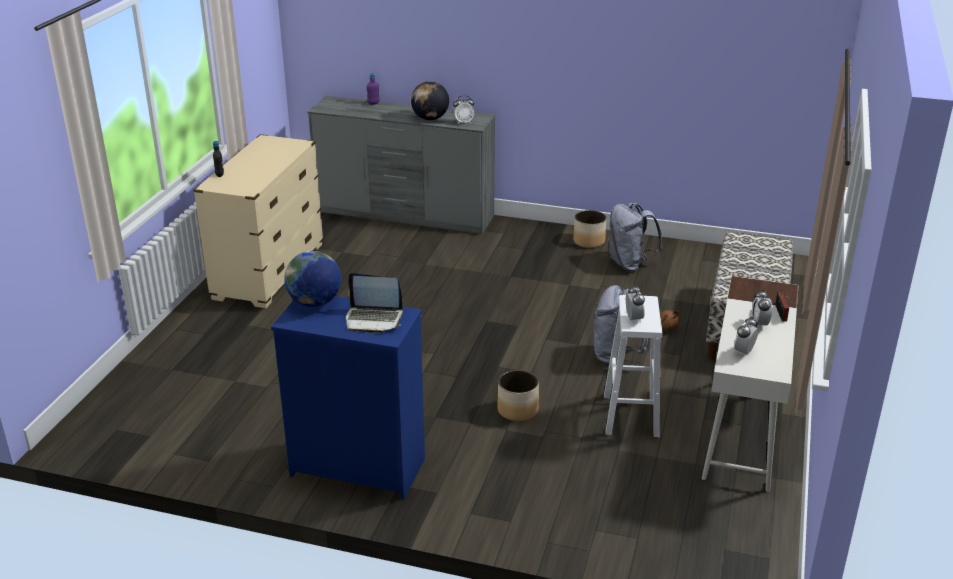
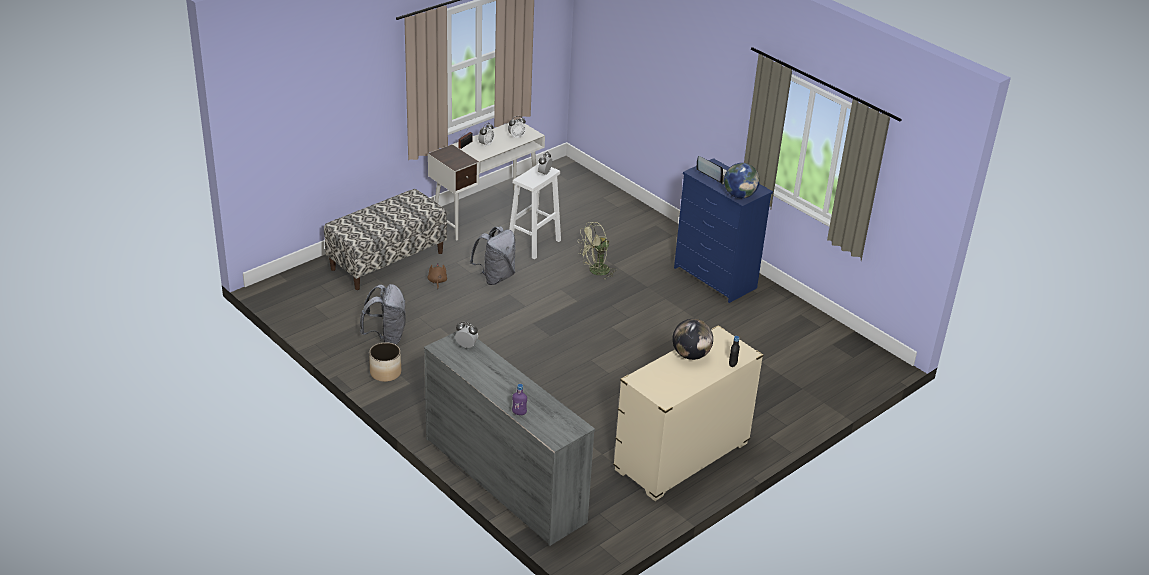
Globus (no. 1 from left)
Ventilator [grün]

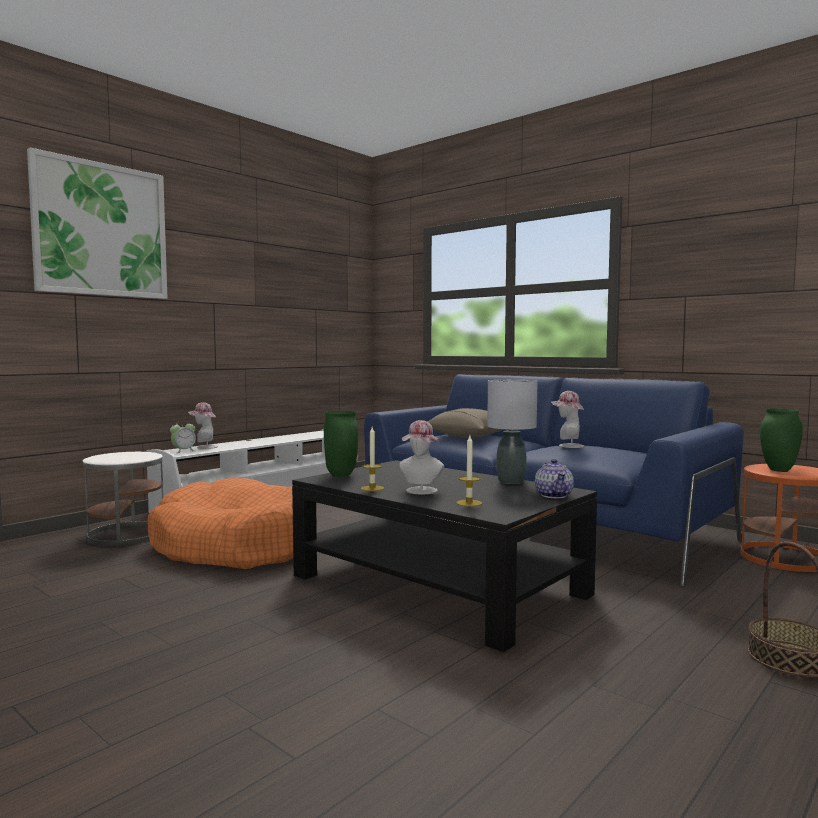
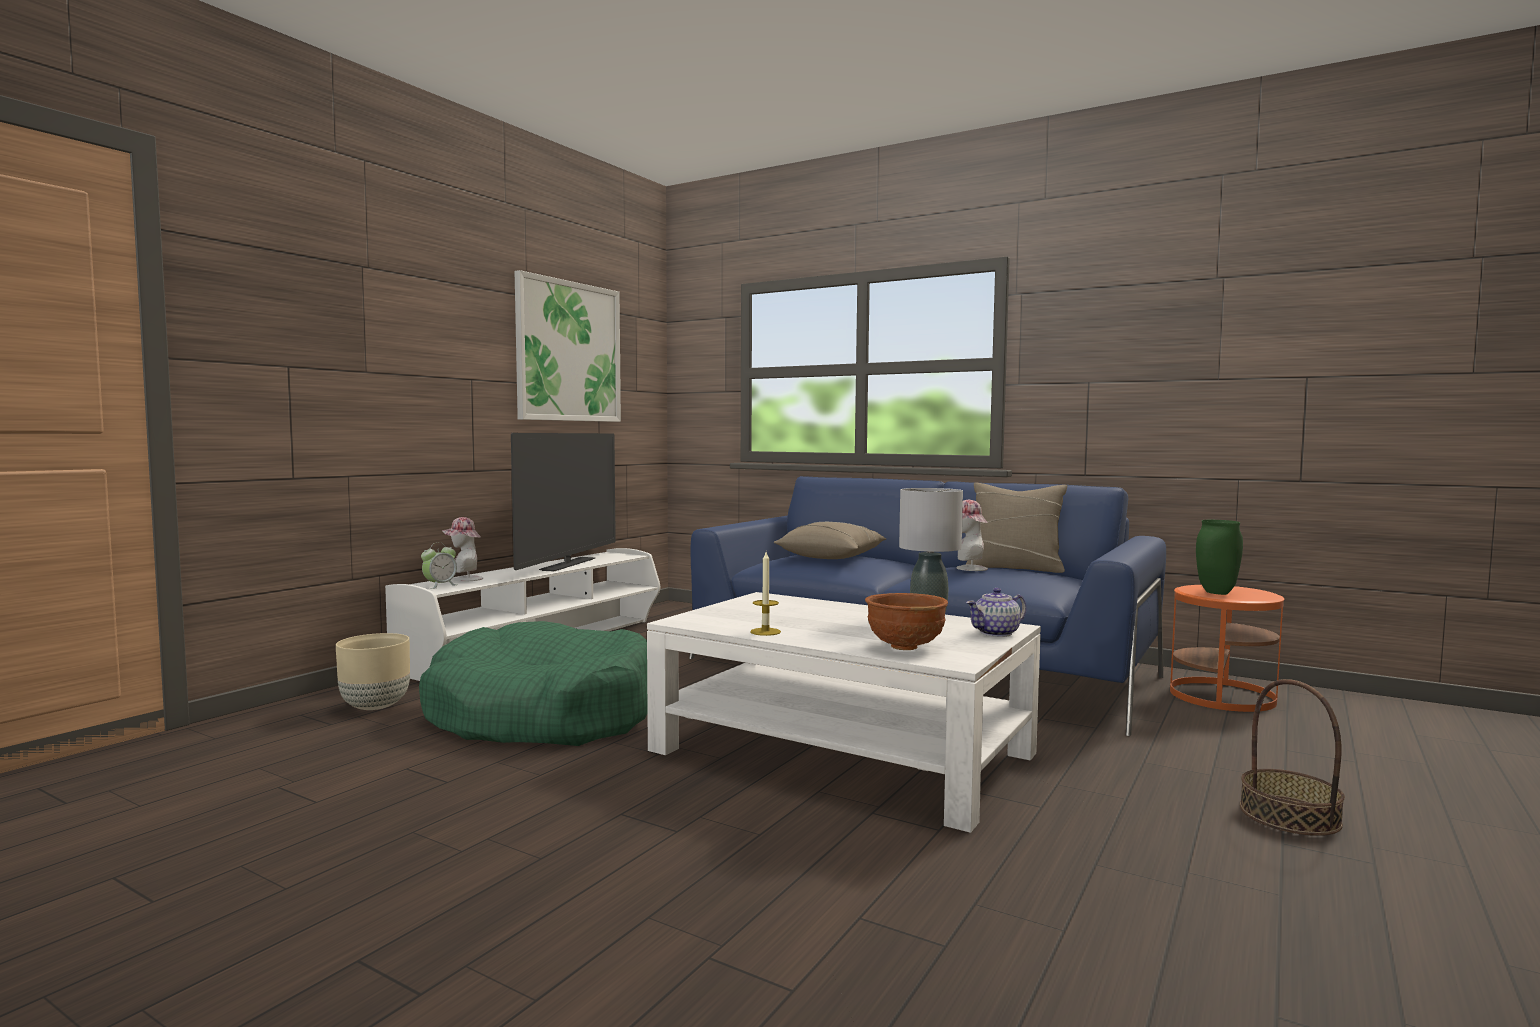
Bild
Vase [grün] (no. 1 from left in the first image)
Hut (no. 2 from left in the first image)
Schüssel [braun]
Pflanzkübel [beige]
Teekanne
Couchtisch [weiß]
Hundebett [grün]
Fernseher
Kissen [beige] (no. 2 from left)

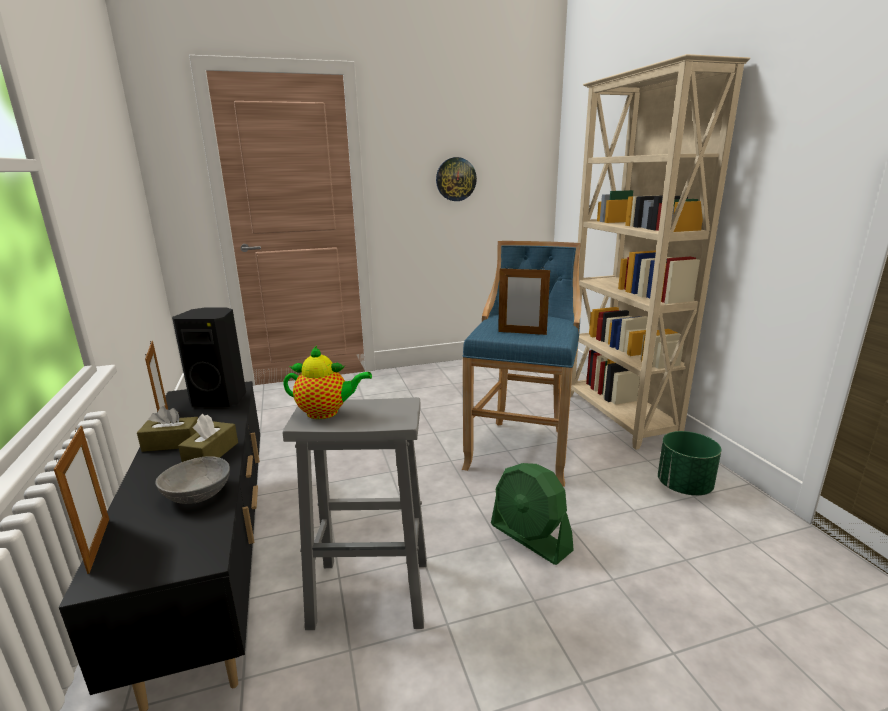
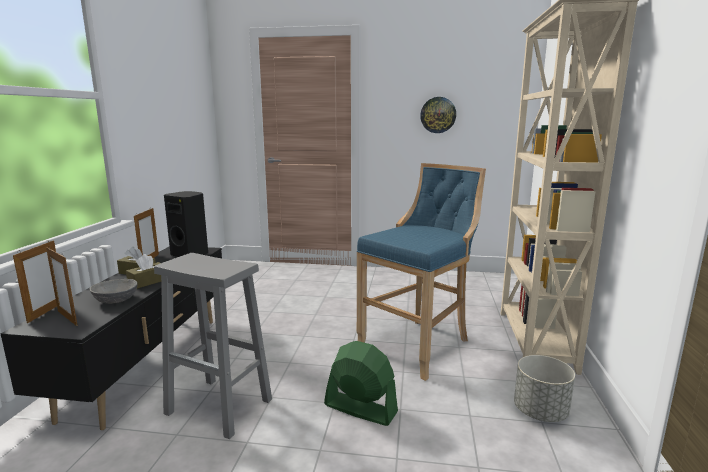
Bilderrahmen (no. 2 from left)
Teekanne
Pflanzkübel [grau]
Ventilator [grün]

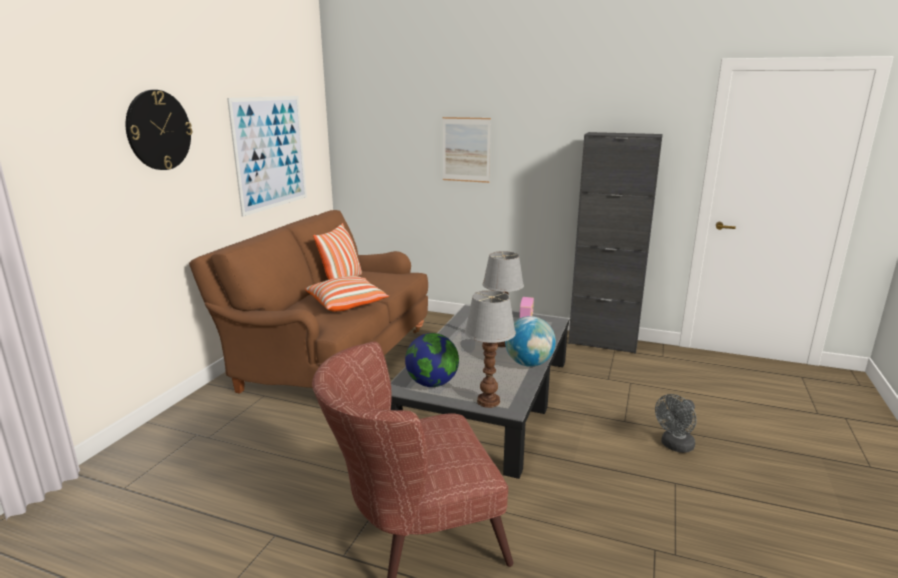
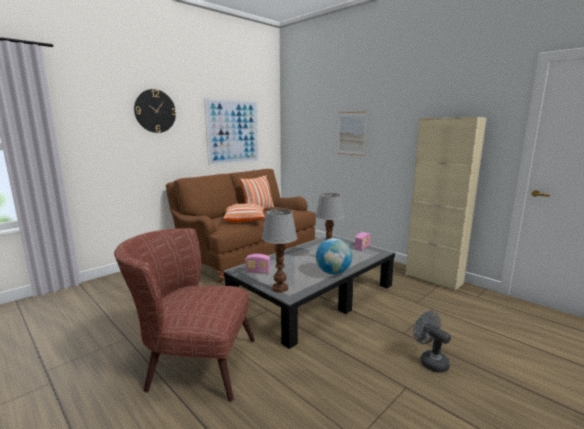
Schrank [beige]
Radio (no. 1 from left)
Ventilator [grau]

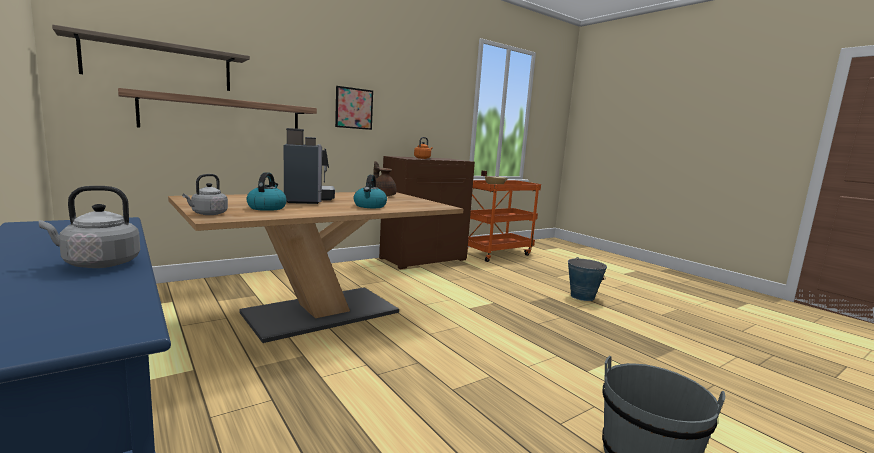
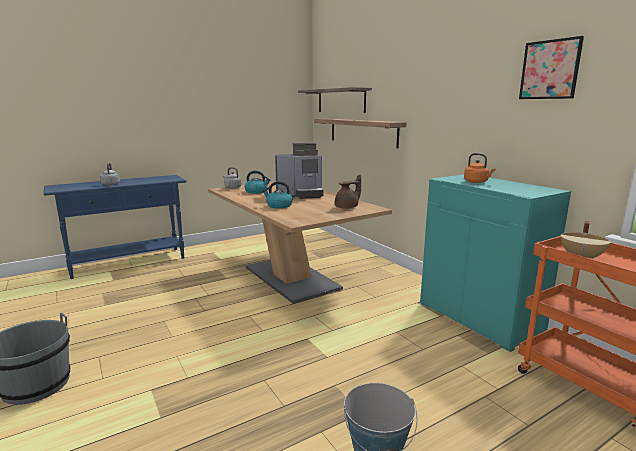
Bild
Schrank [türkis]

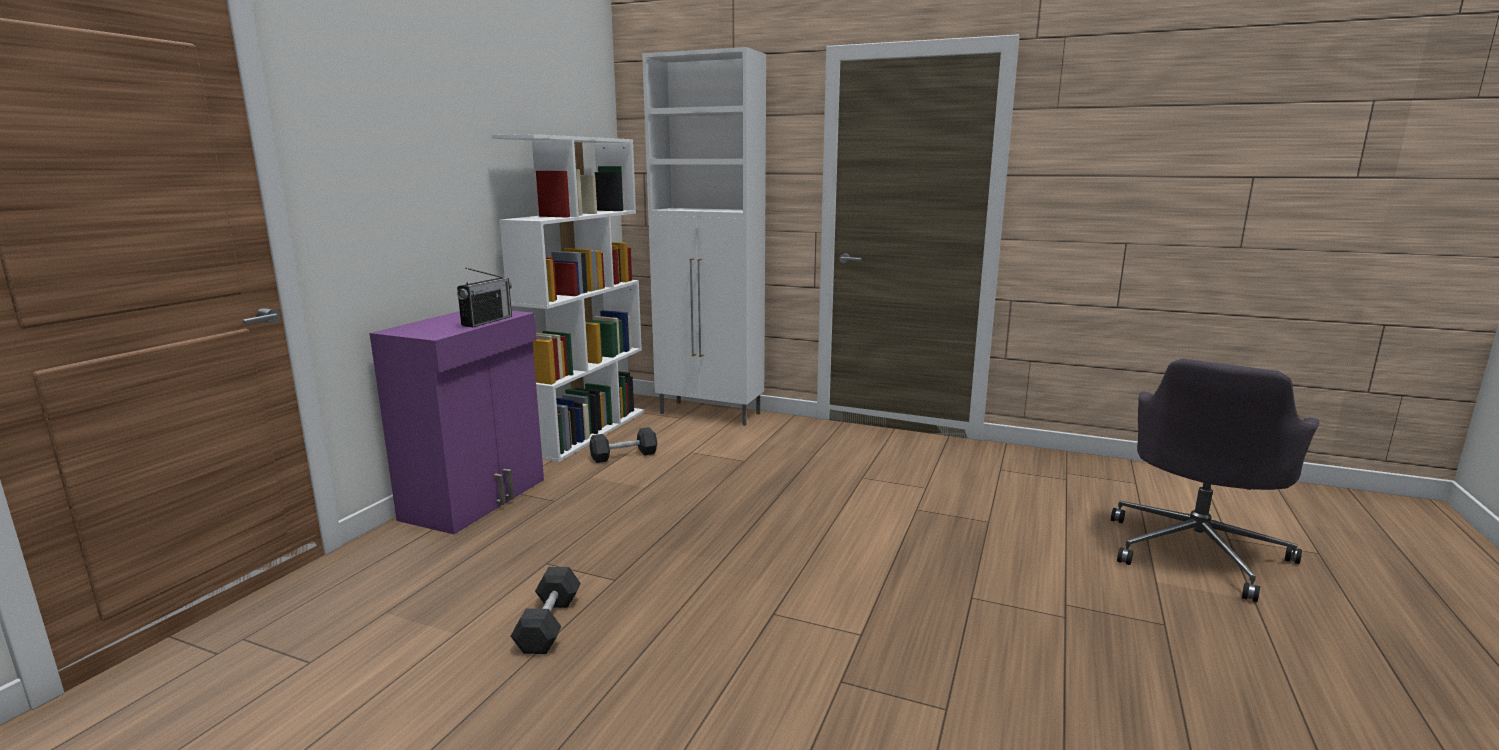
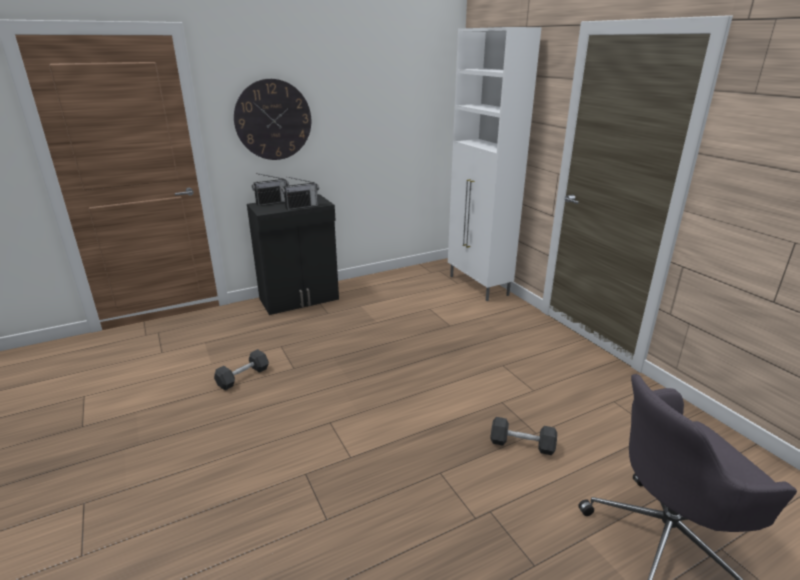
Bücherregal [weiß]
Schrank [schwarz]
Hantel [schwarz] (no. 2 from left)
Wanduhr
Radio (no. 1 from left)

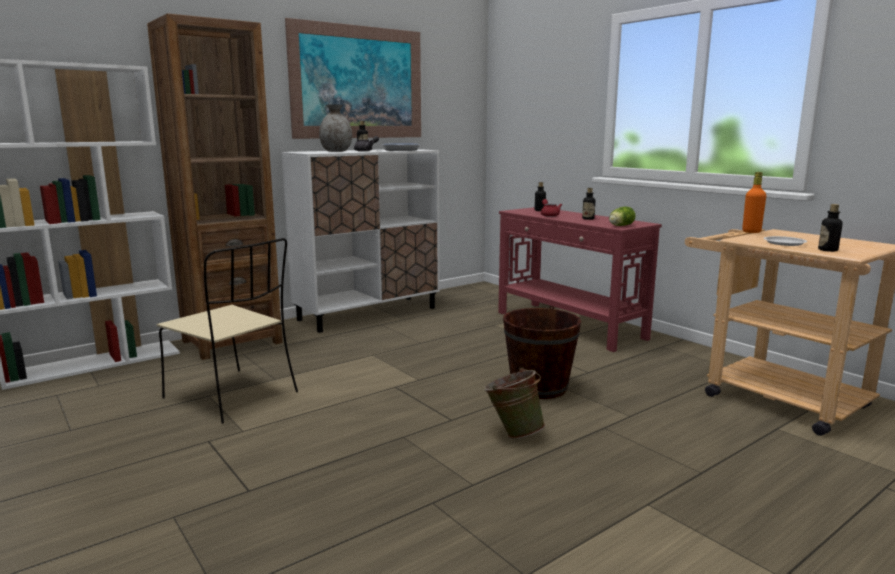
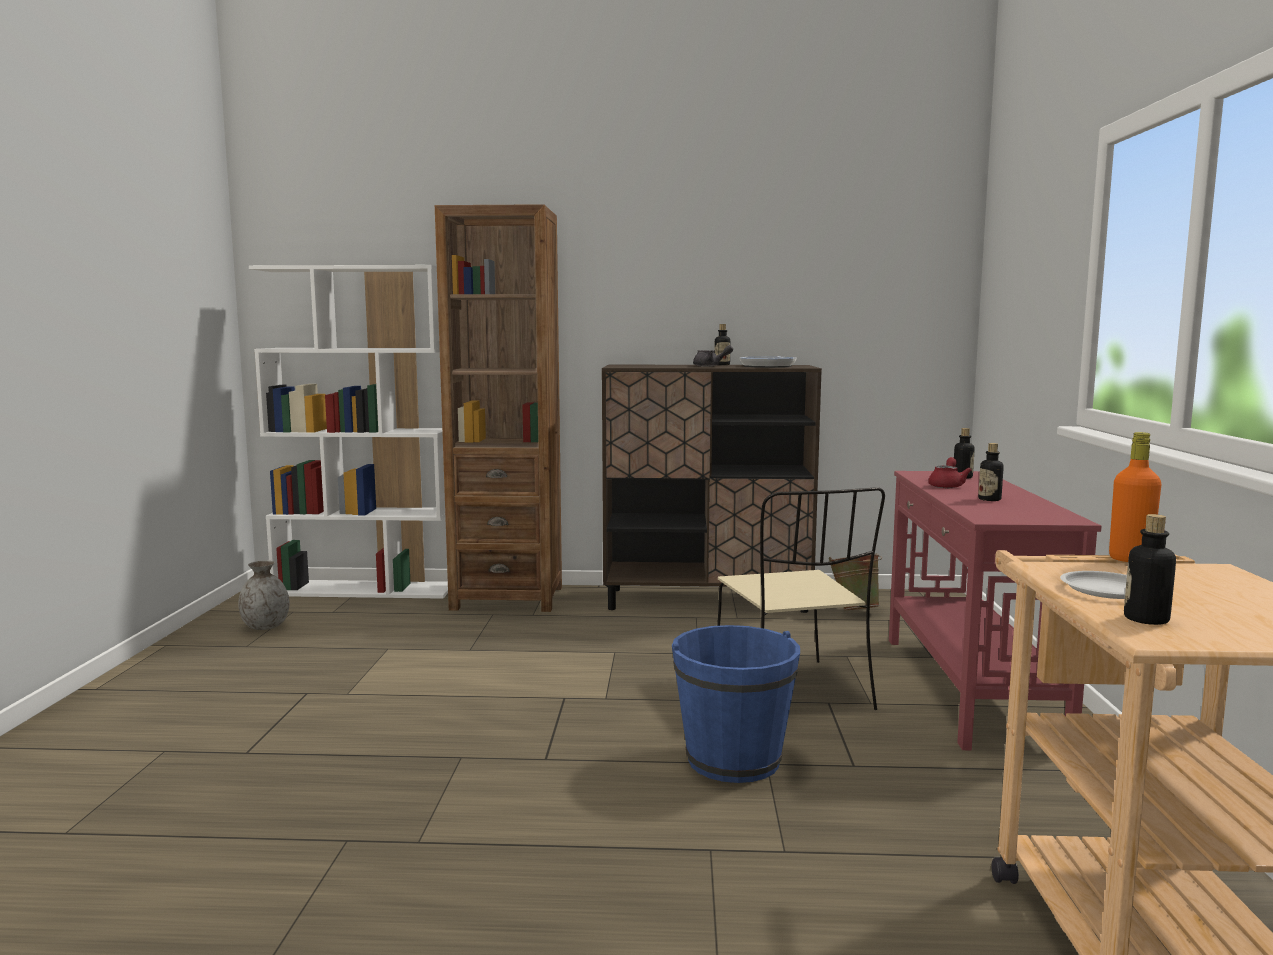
Bild
Vase [grau]
Schrank [braun]
Salatkopf
Stuhl [beige]
Eimer [blau]
Eimer [grün]

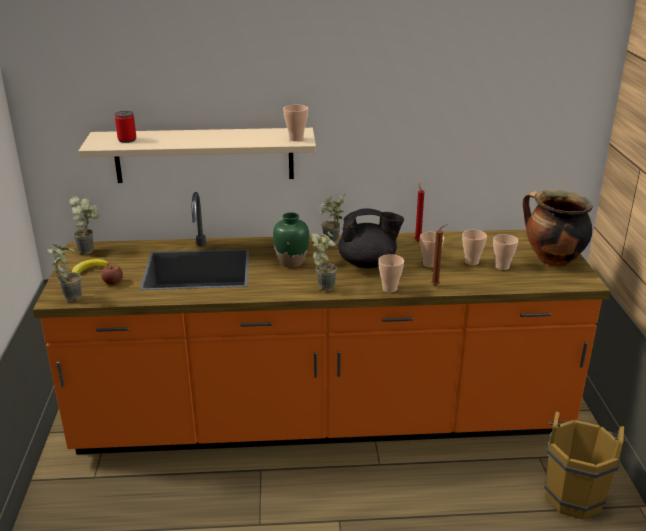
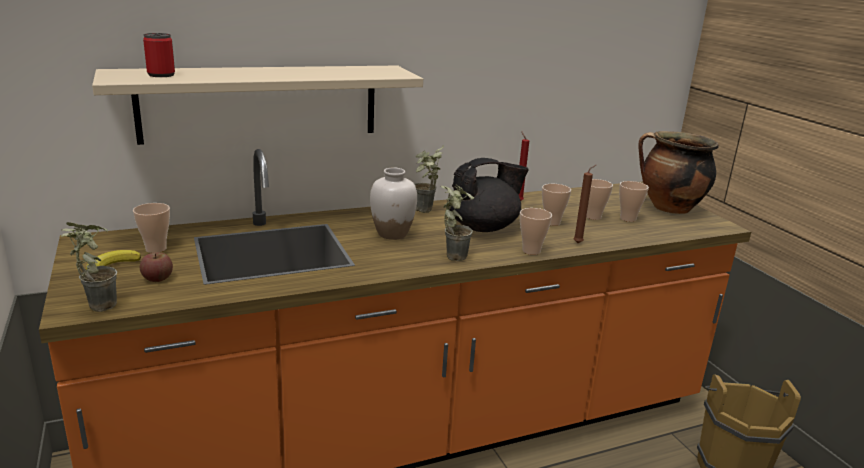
Tasse (no. 1 from left)
Topfpflanze (no. 2 from left in the first image)
Vase [weiß]

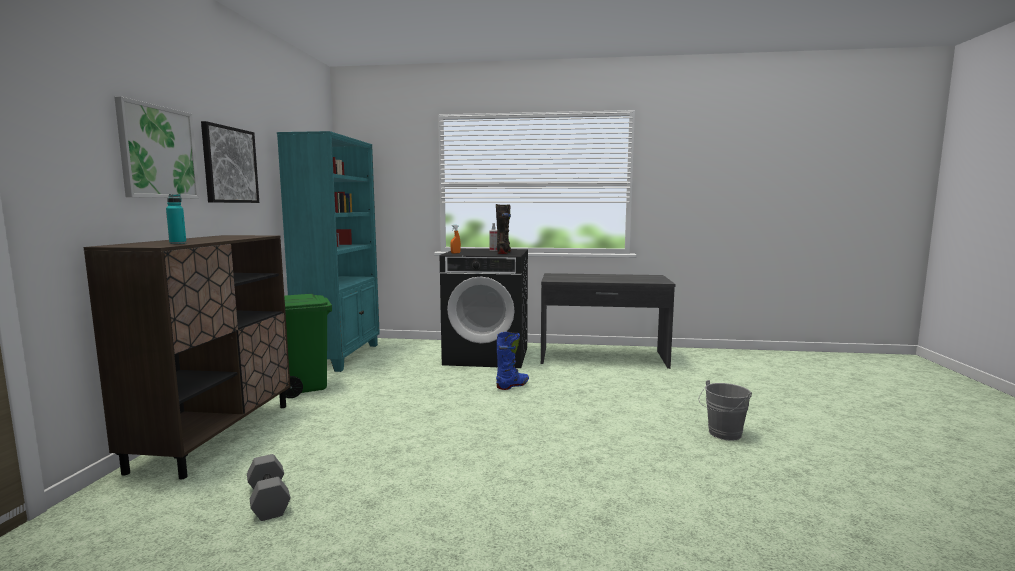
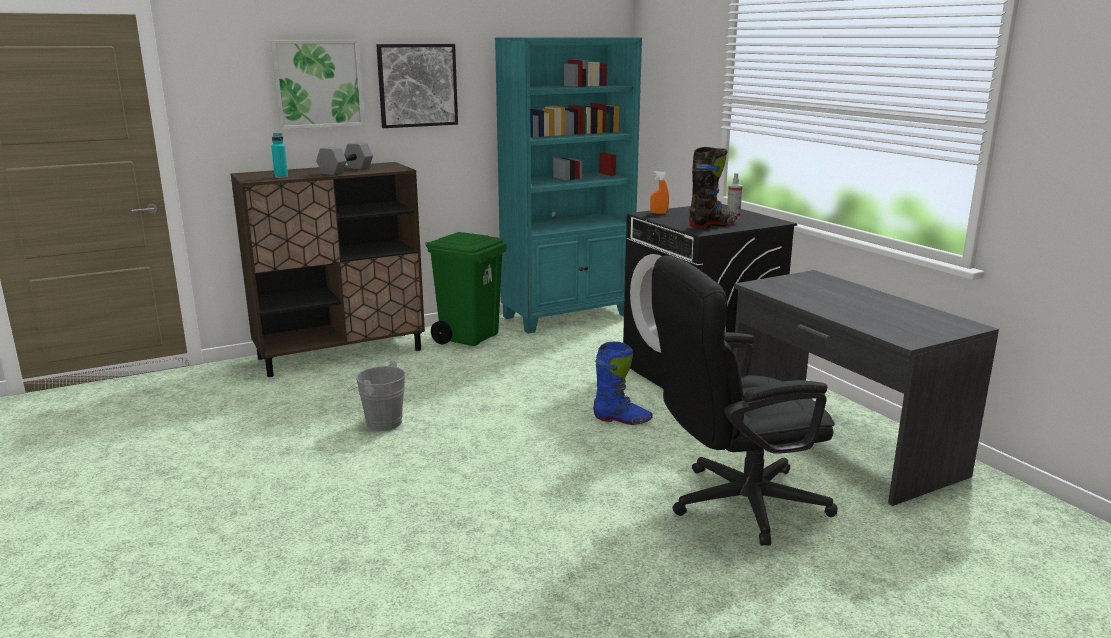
Eimer [grau]
Hantel [grau]
Bürostuhl [schwarz]

